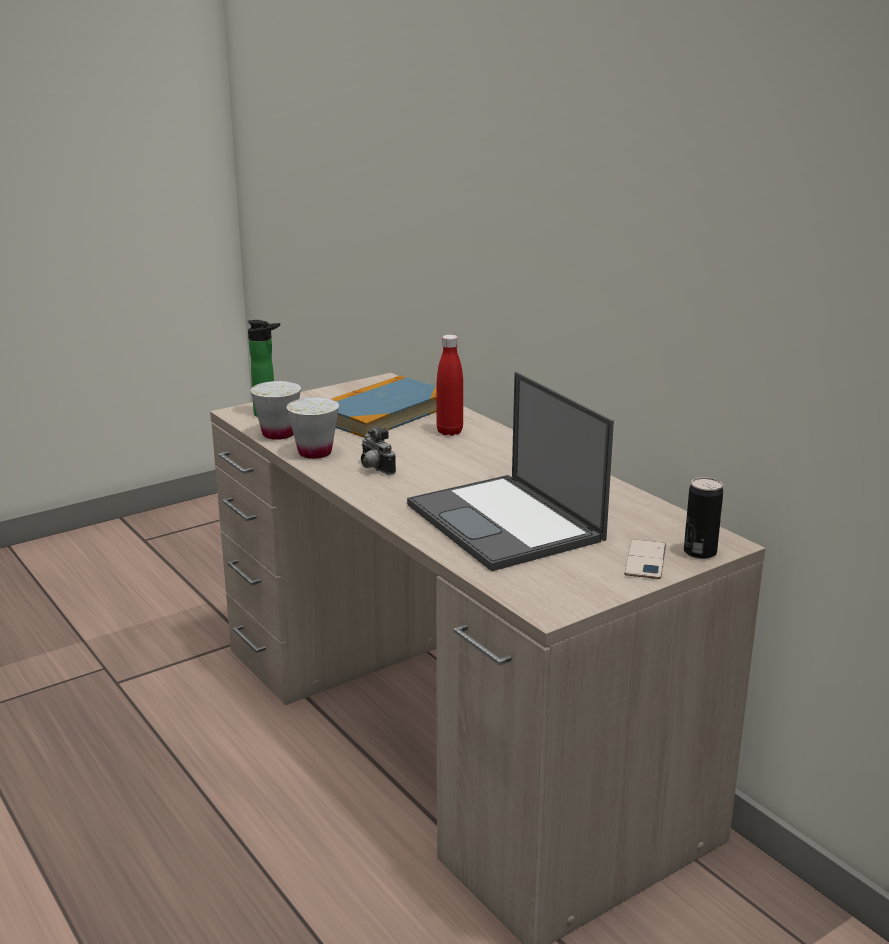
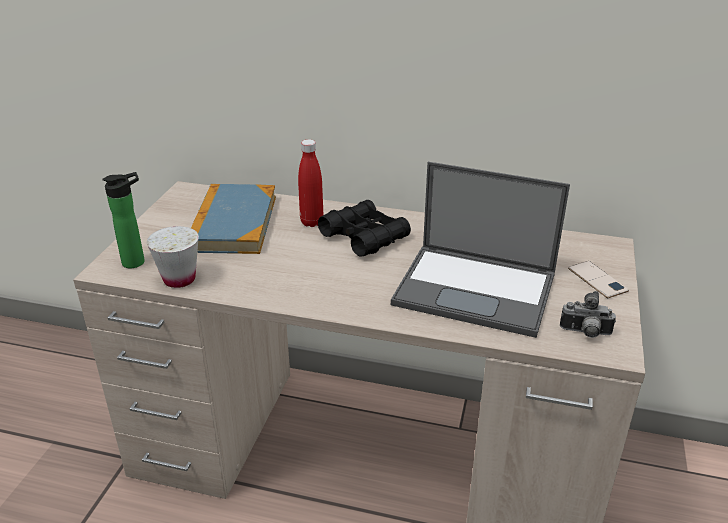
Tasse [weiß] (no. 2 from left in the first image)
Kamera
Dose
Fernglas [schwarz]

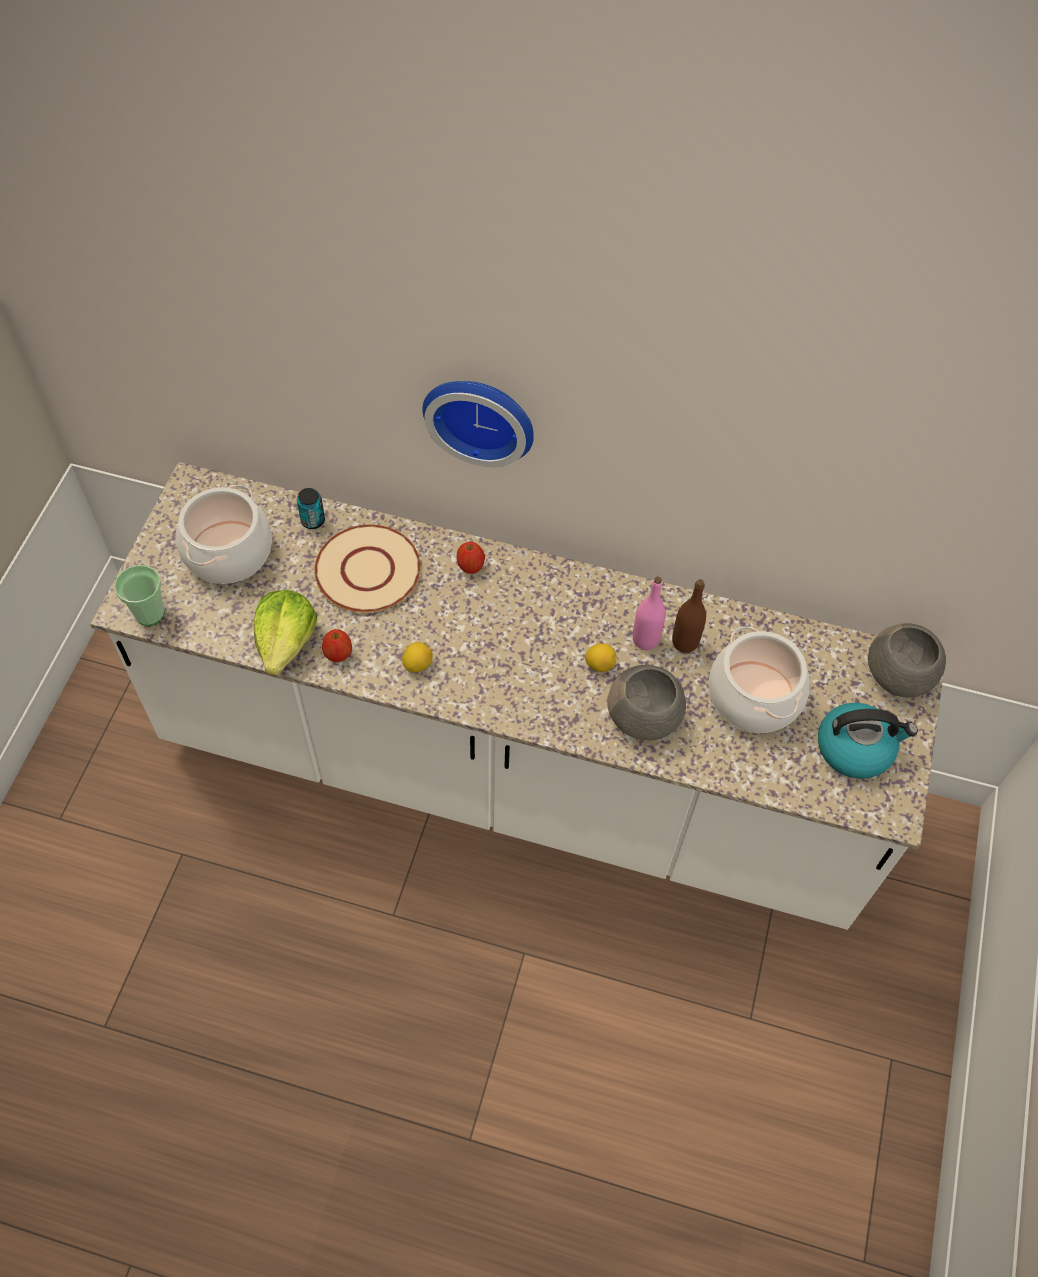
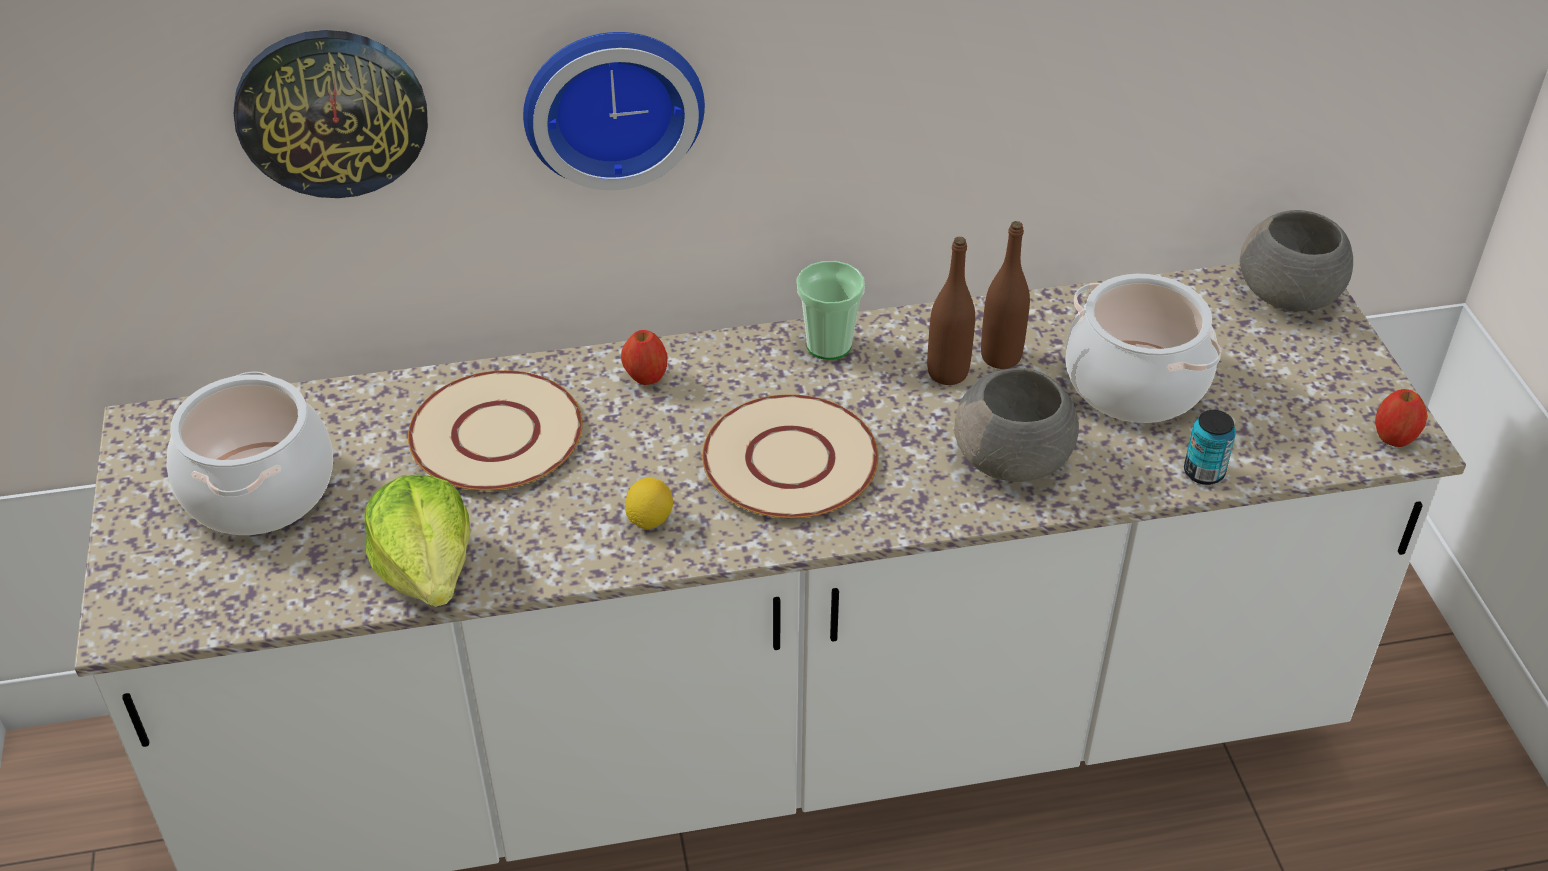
Dose
Tasse
Flasche [braun] (no. 1 from left)
Apfel (no. 2 from left)
Zitrone (no. 2 from left in the first image)
Wasserkessel
Wanduhr (no. 1 from left)
Teller [beige] (no. 2 from left)

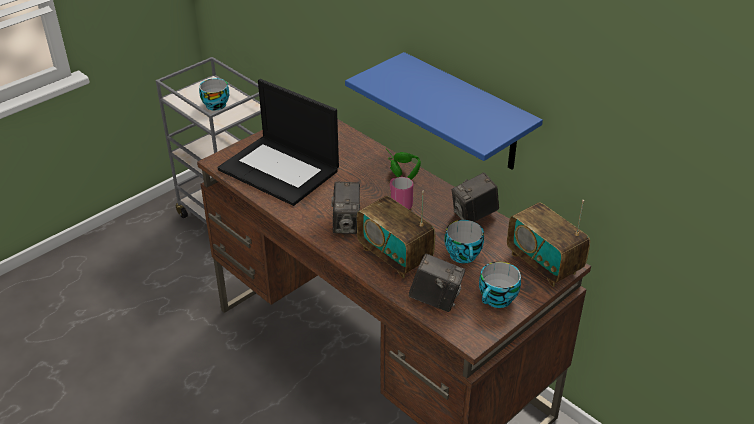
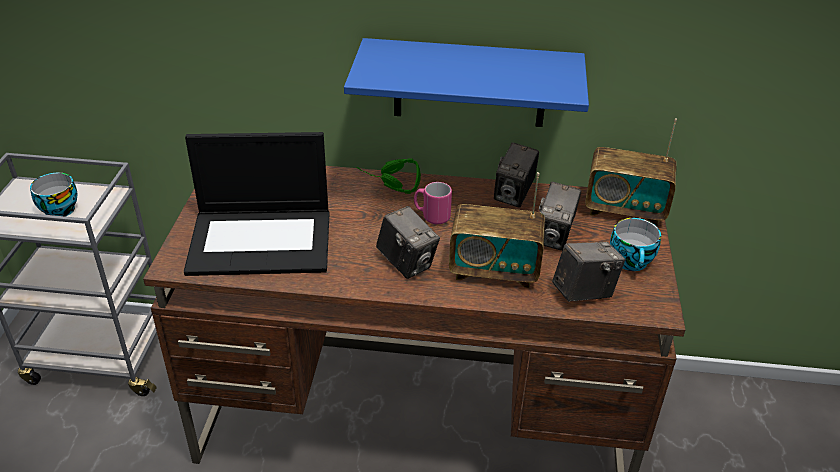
Kamera (no. 3 from left)

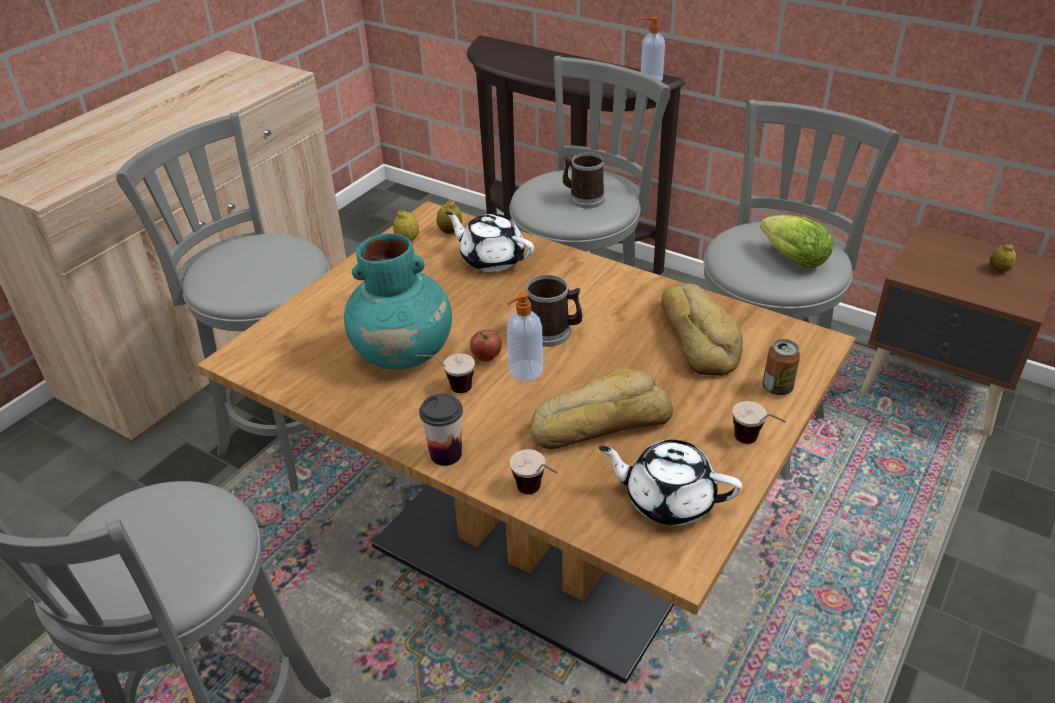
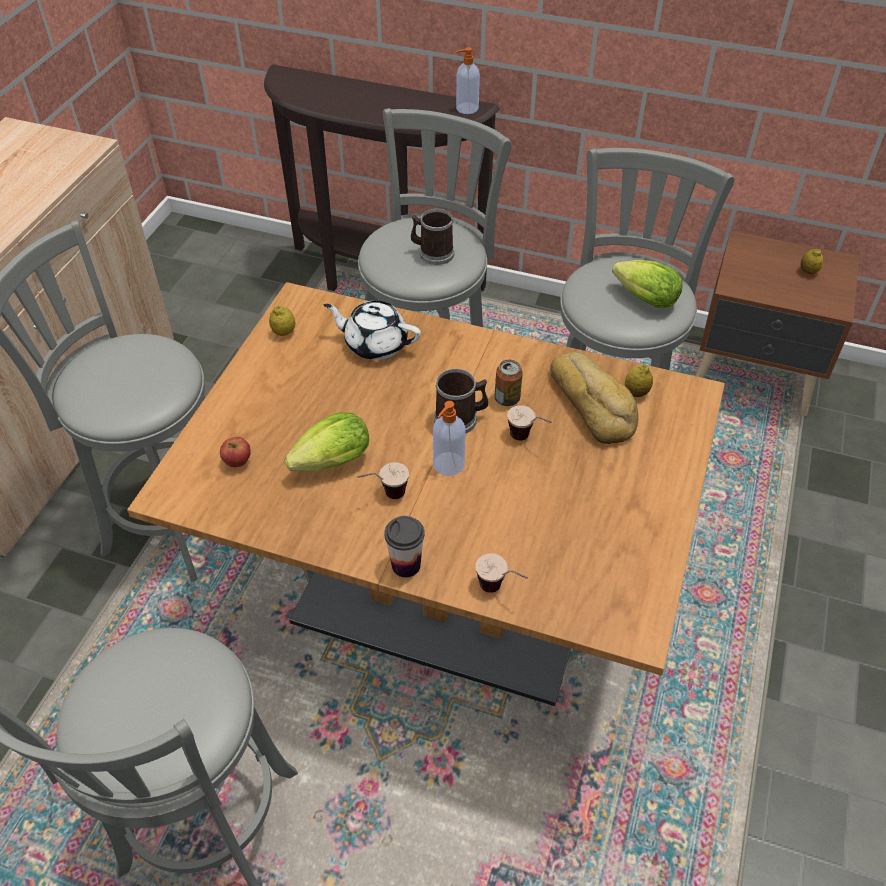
Zitrone (no. 2 from left)
Salatkopf (no. 1 from left)
Apfel
Dose
Brot (no. 1 from left in the first image)
Tasse (no. 4 from left)
Teekanne [weiß] (no. 2 from left in the first image)

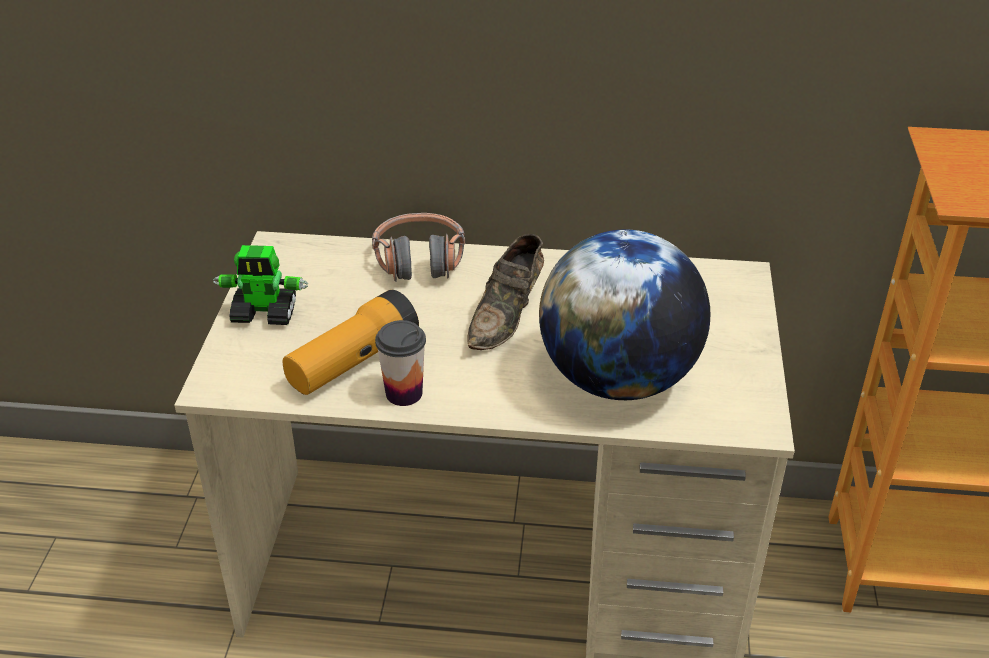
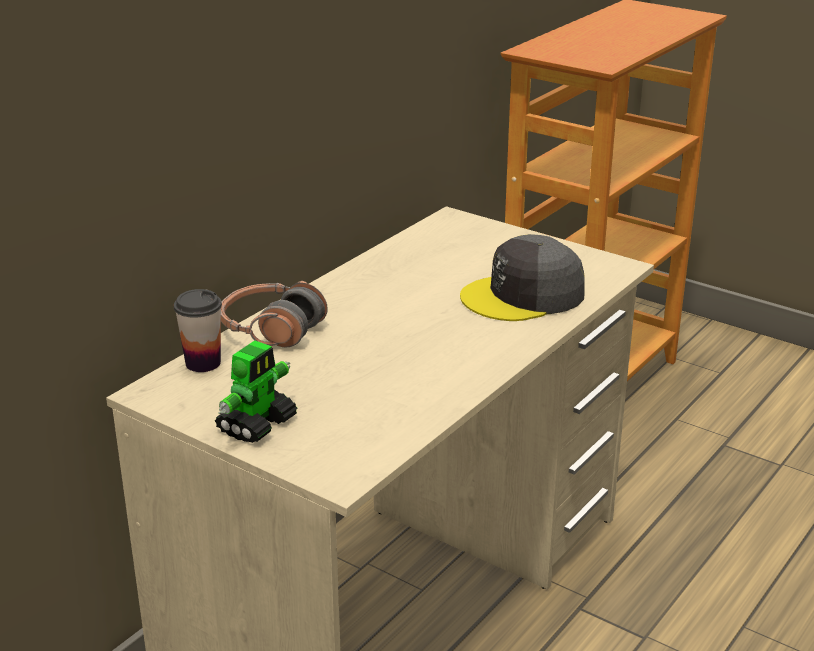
Kappe [grau]
Schuh [braun]
Taschenlampe
Tasse

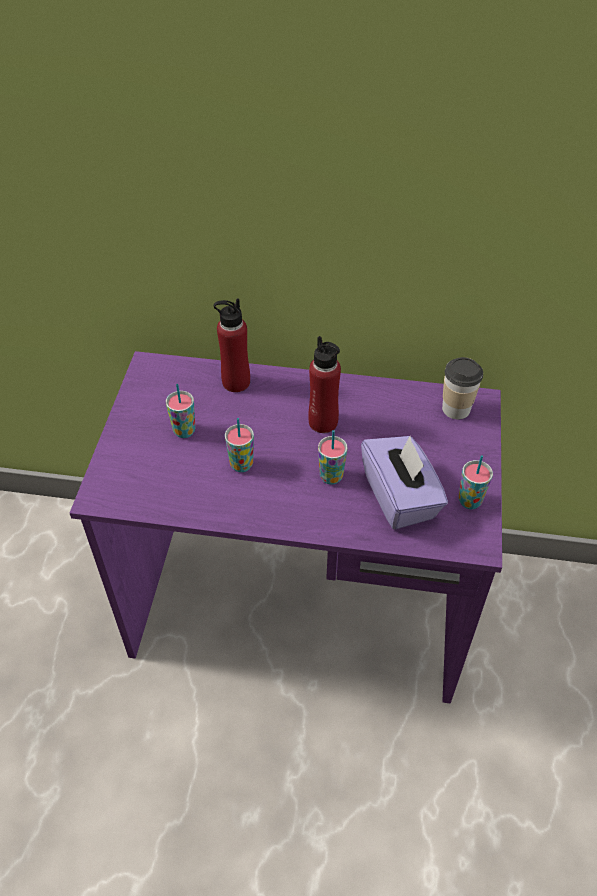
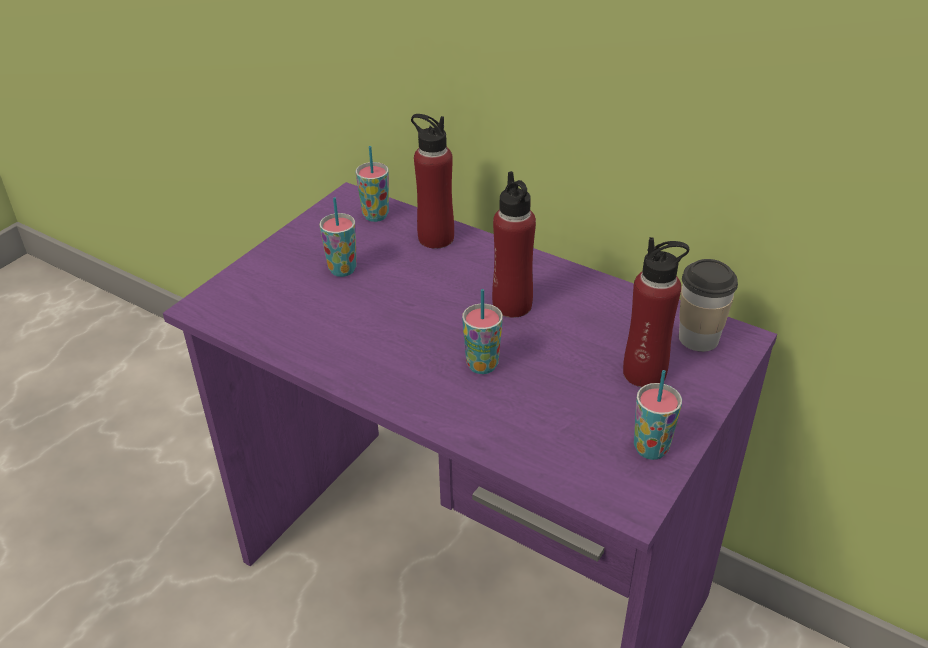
Tasse (no. 2 from left)
Taschentuchbox [lila]
Flasche [rot] (no. 3 from left)

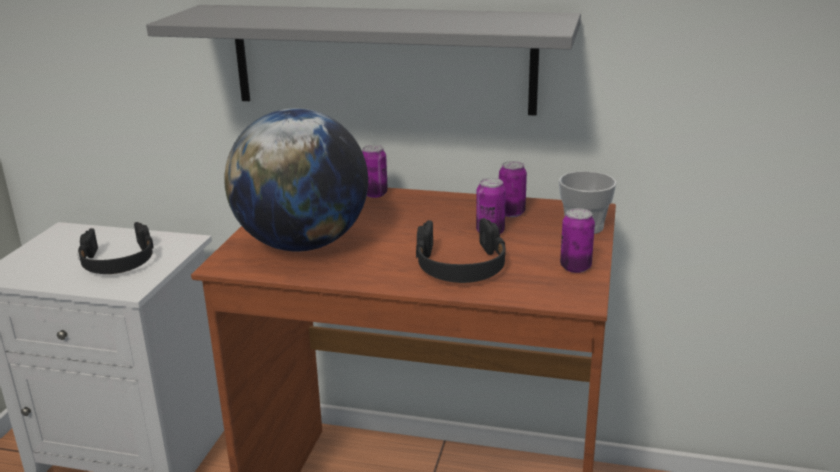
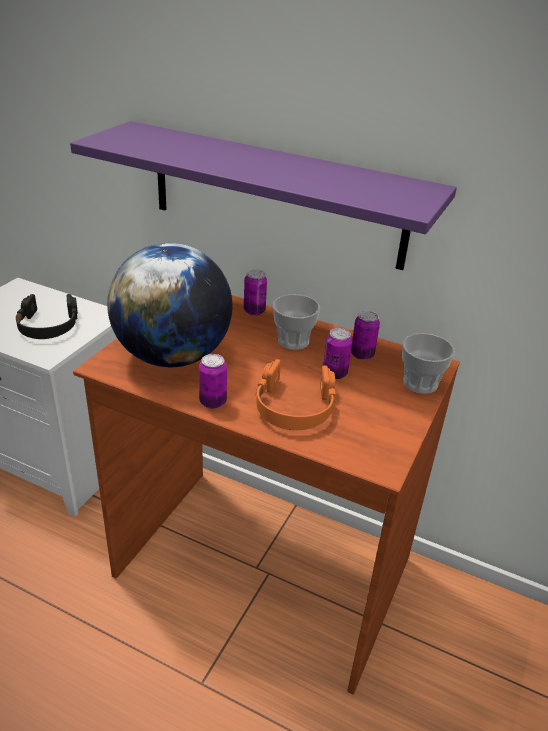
Wandregal [lila]
Dose (no. 1 from left)
Kopfhörer [orange]
Tasse (no. 1 from left)

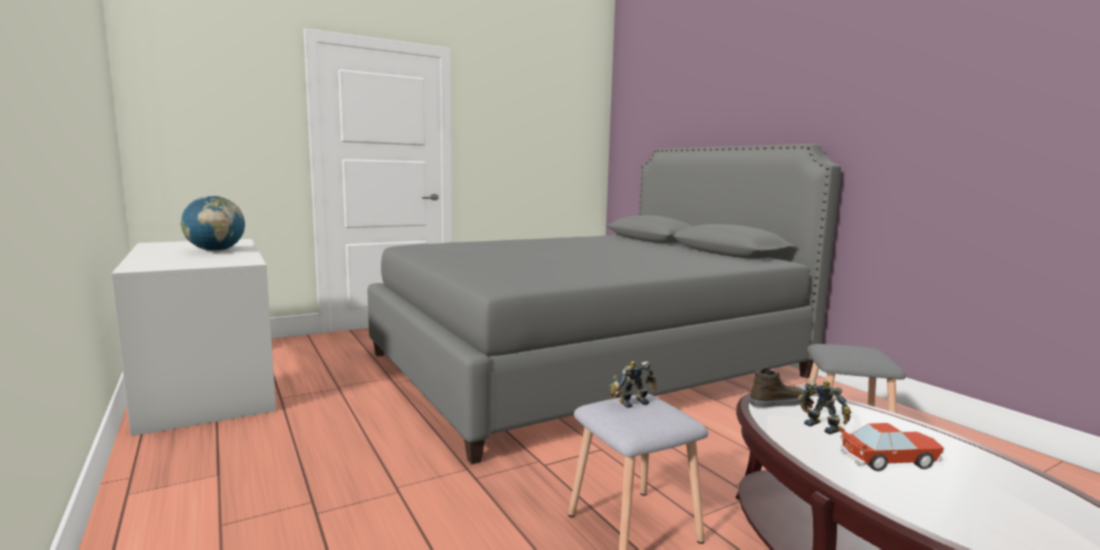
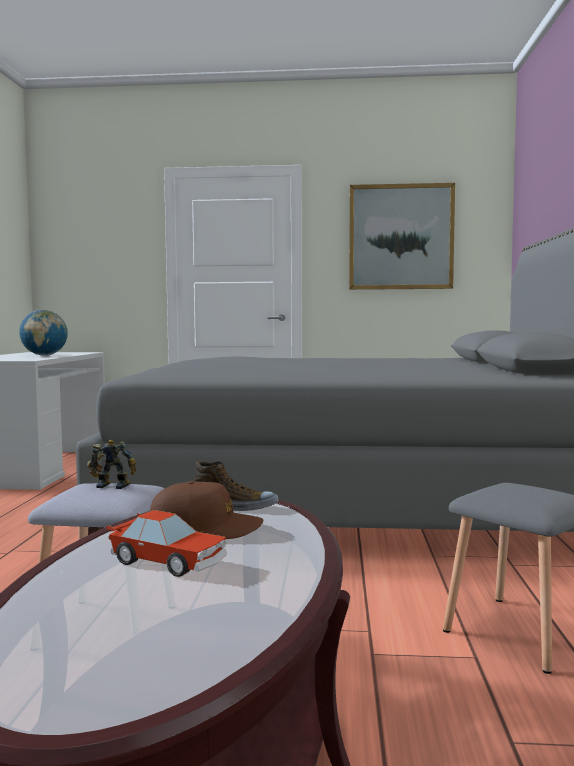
Kappe [braun]
Bild

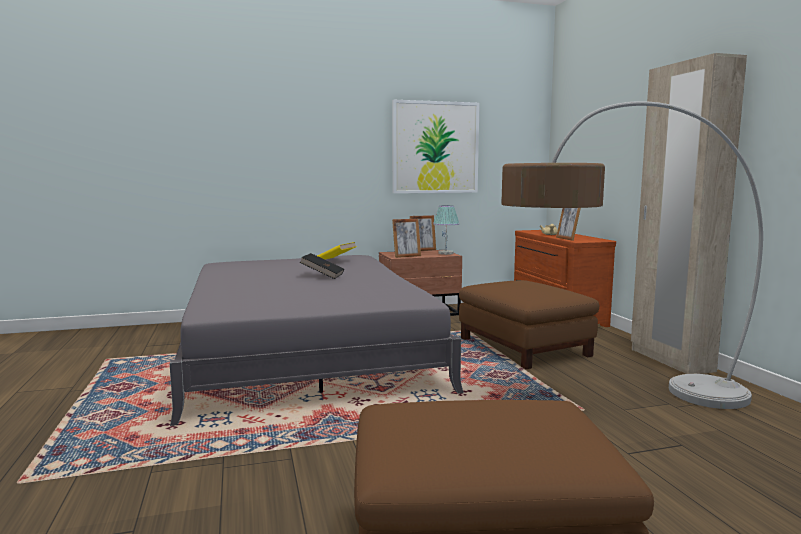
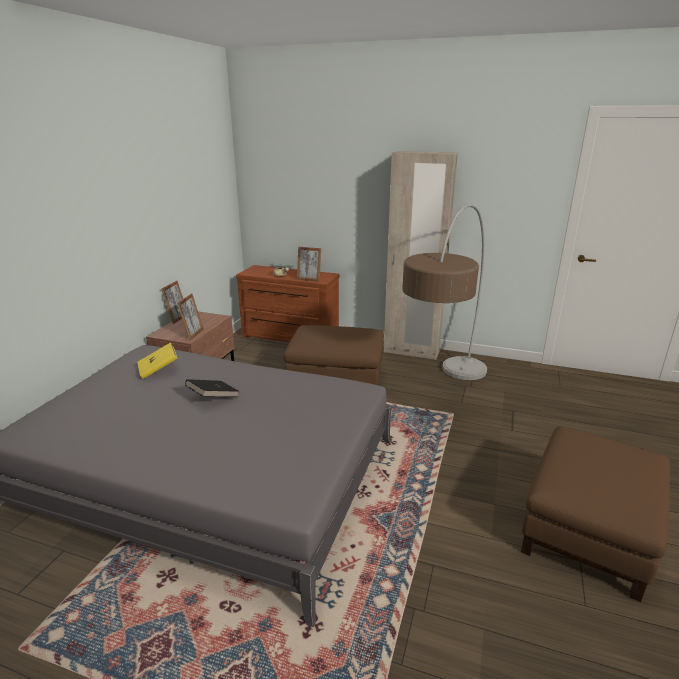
Bild
Tischlampe

